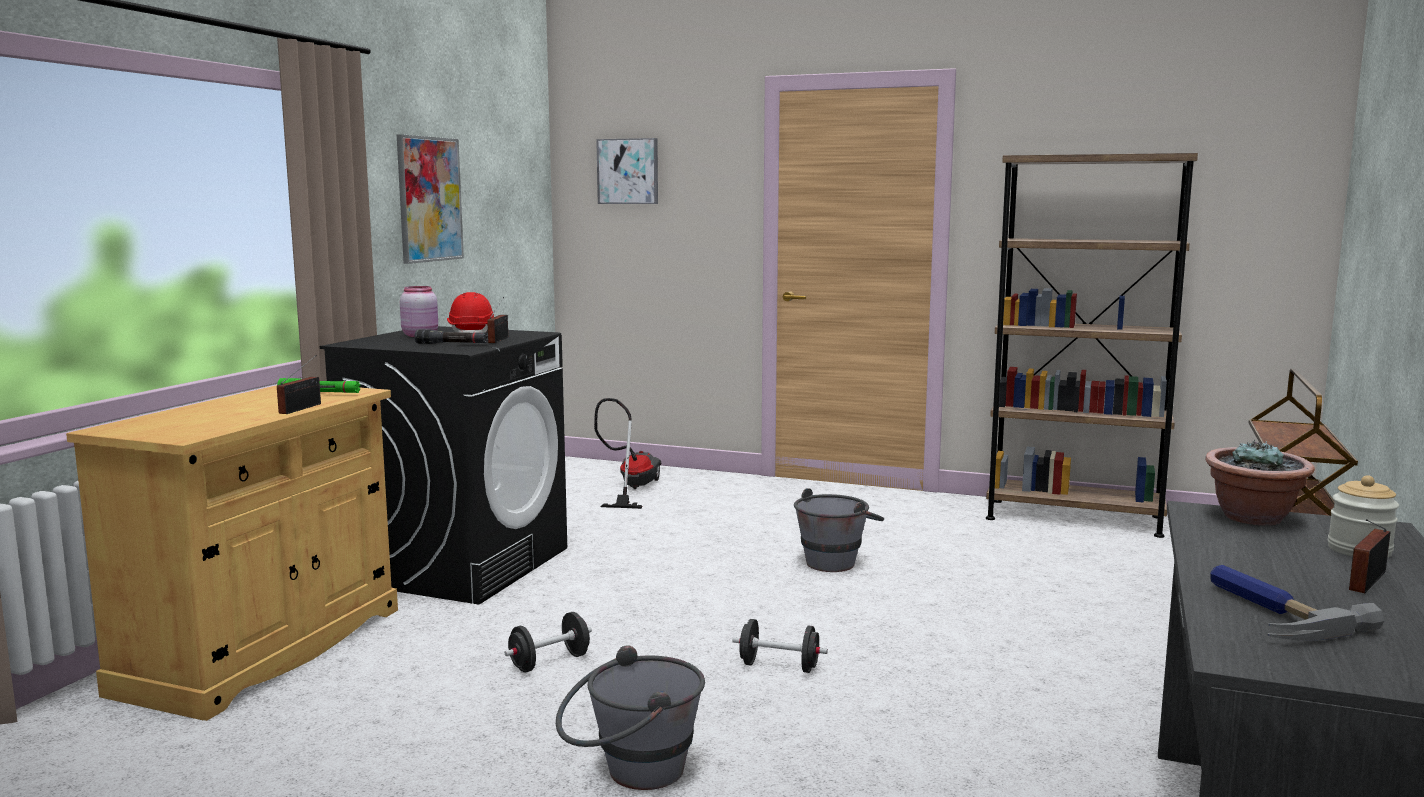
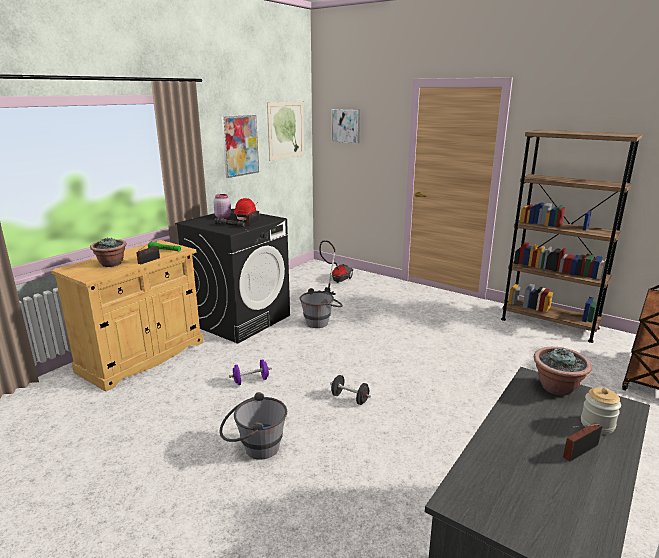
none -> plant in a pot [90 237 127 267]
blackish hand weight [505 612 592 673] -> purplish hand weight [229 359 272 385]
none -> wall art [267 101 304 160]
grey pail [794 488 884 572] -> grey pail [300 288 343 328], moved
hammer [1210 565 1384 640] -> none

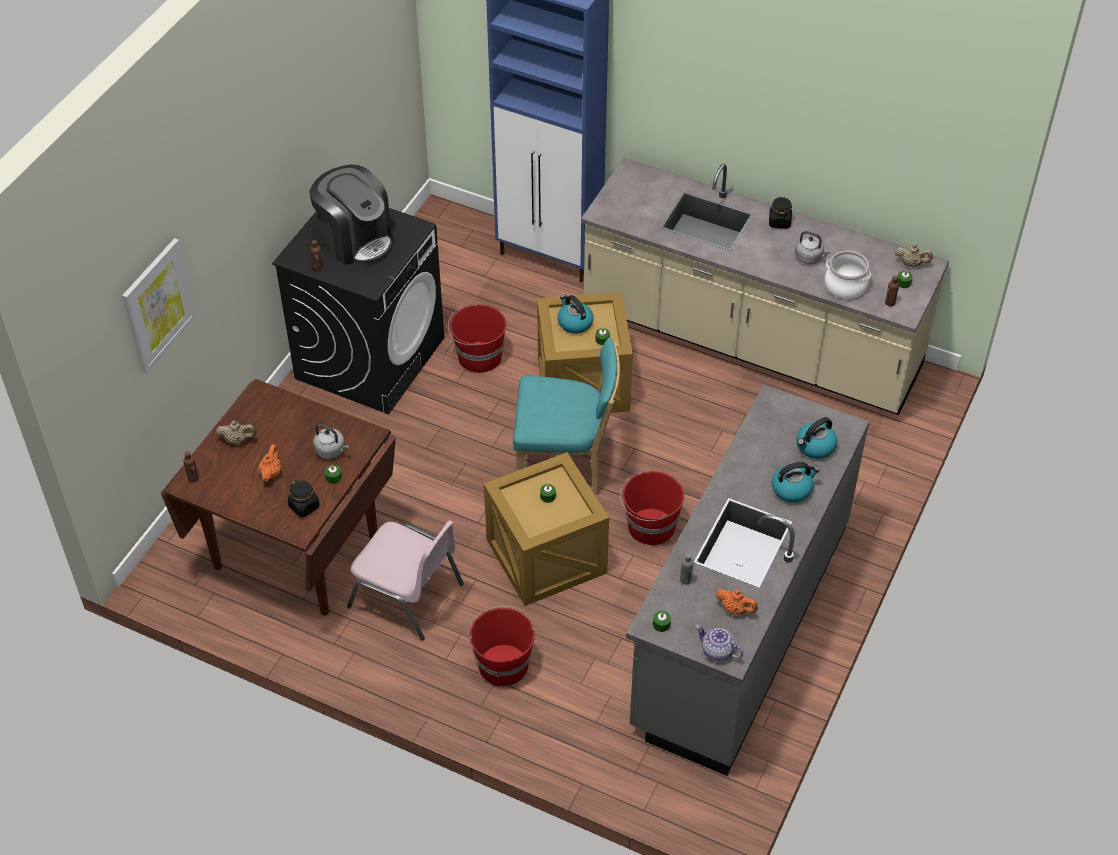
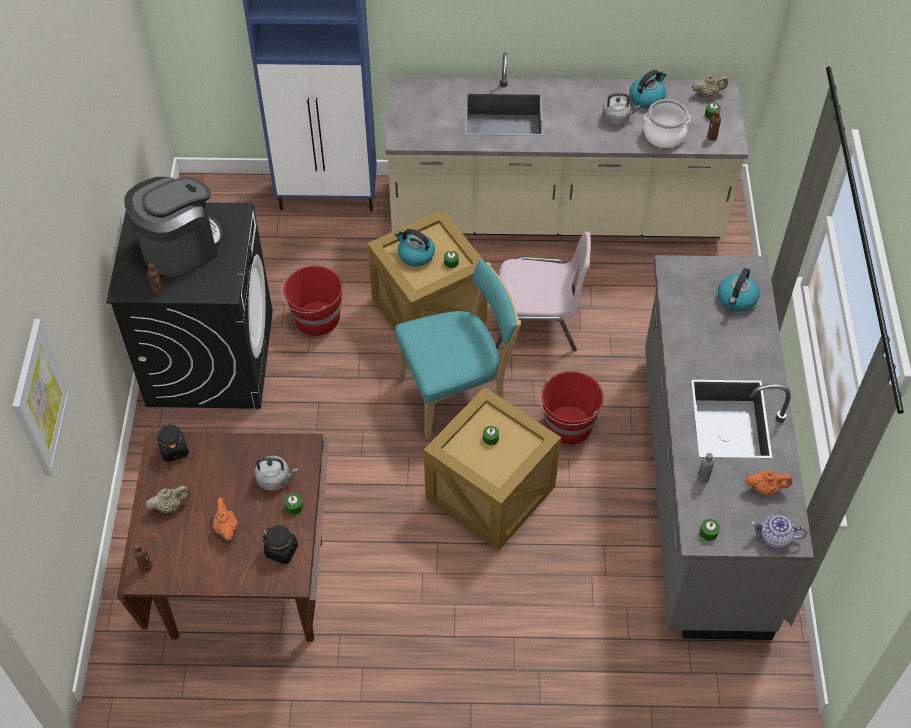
coffee machine [309 164 392 265] -> coffee machine [124 177 223 277], 60 degrees counterclockwise
blackish preserve jar [769 197 792 228] -> blackish preserve jar [157 423 189 462], moved
pink-coloured plain chair [347 520 464 640] -> pink-coloured plain chair [495 232 591 351], moved
water kettle [772 462 820 503] -> water kettle [629 70 666 109], moved
red-coloured pail [468 606 535 687] -> none

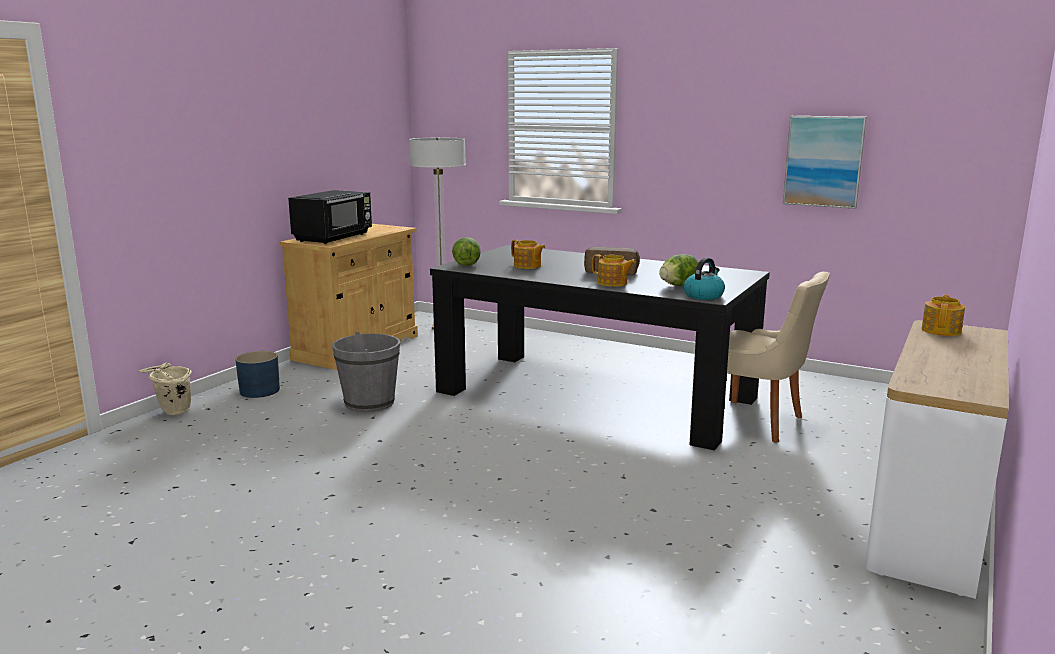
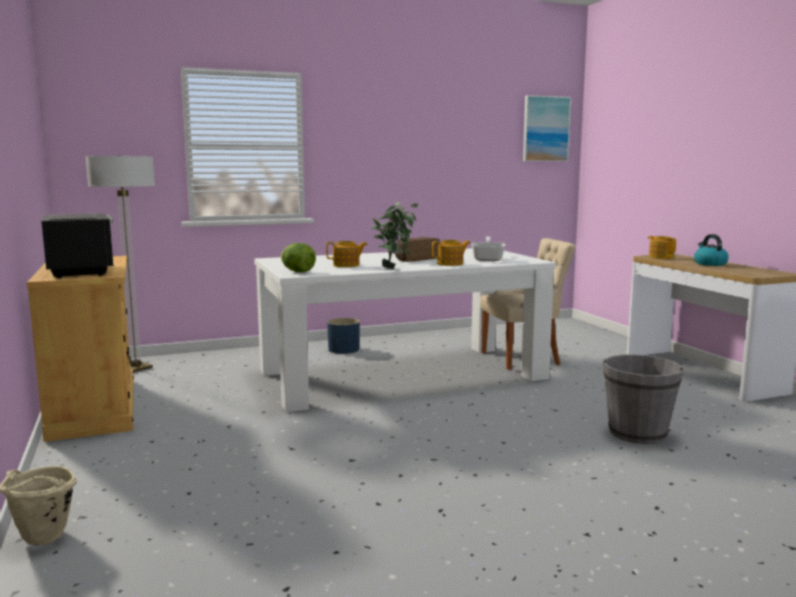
blackish kitchen table [430 245 770 450] -> whitish kitchen table [254 248 556 412]
blue plant pot [235 351 280 398] -> blue plant pot [327 318 360 354], moved
none -> plant in a pot [371 202 418 269]
head of lettuce [659 254 699 286] -> skillet [471 237 505 261]
wall art [783 116 867 209] -> wall art [523 95 571 161], moved
grey pail [332 332 400 412] -> grey pail [603 354 684 444], moved
water kettle [684 258 725 300] -> water kettle [694 234 729 266], moved

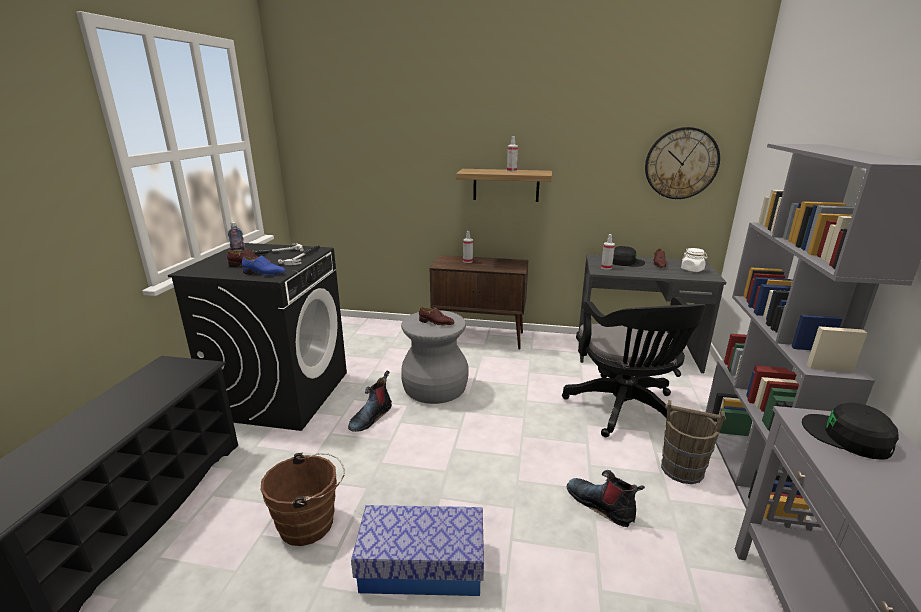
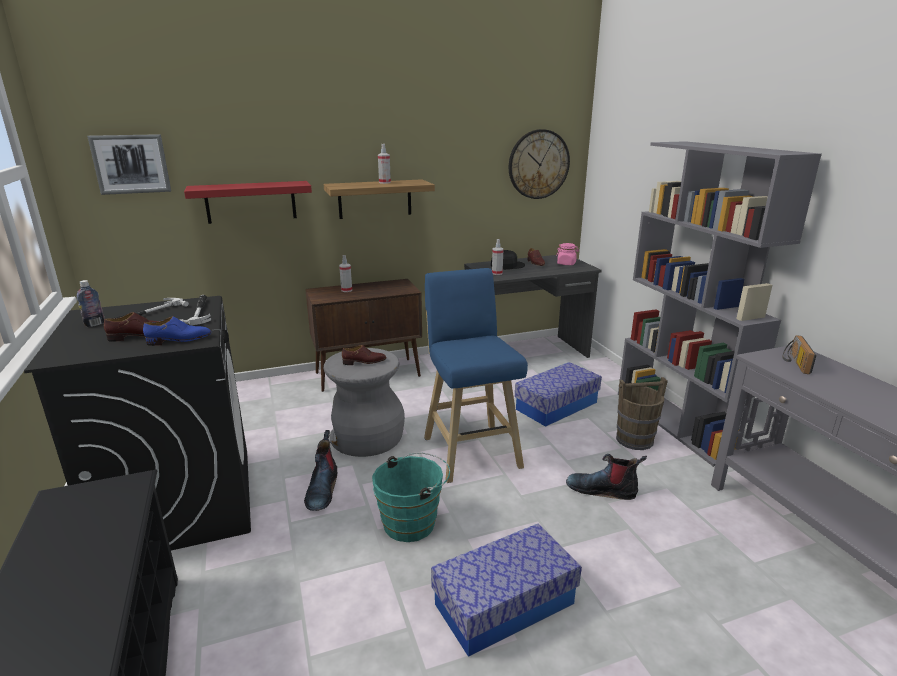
none -> wall art [87 134 171 195]
none -> red-coloured shelf [184 181 312 224]
none -> turquoise pail [372 453 450 542]
none -> blue sitting stool [424 268 528 483]
blackish computer chair [562 297 706 437] -> storage container [515 362 602 427]
whitish preserve jar [681 248 708 272] -> pink-coloured preserve jar [556 243 579 265]
blackish baseball cap [802 402 899 460] -> radio [782 335 817 374]
brown-coloured pail [261 453 345 546] -> none

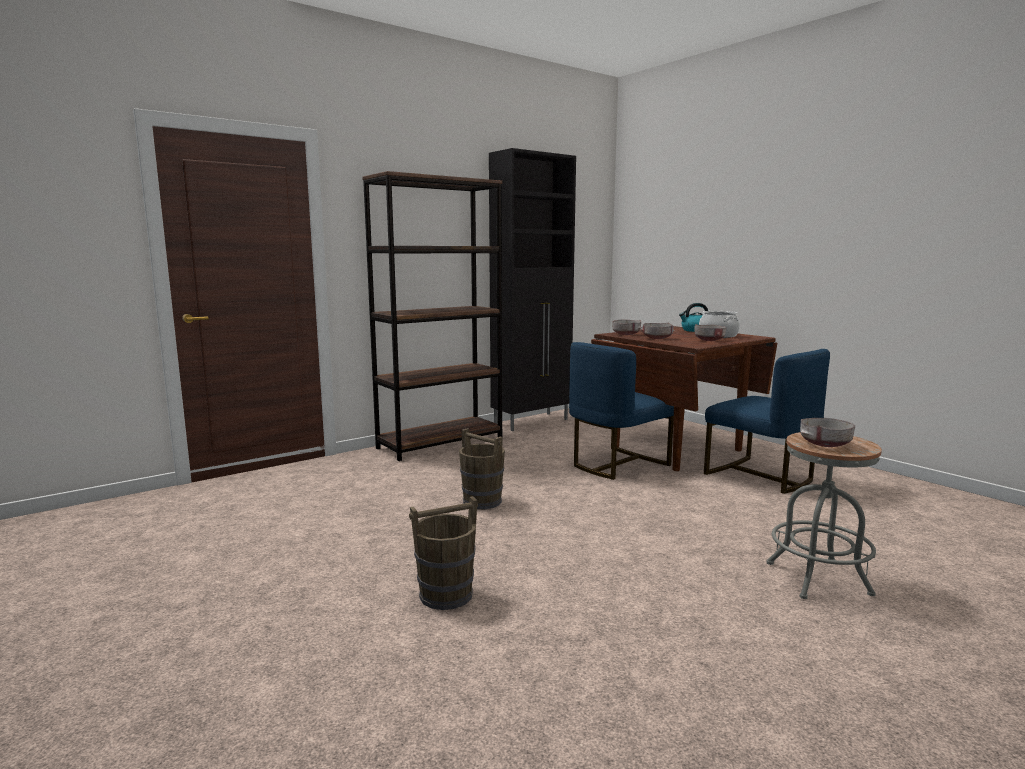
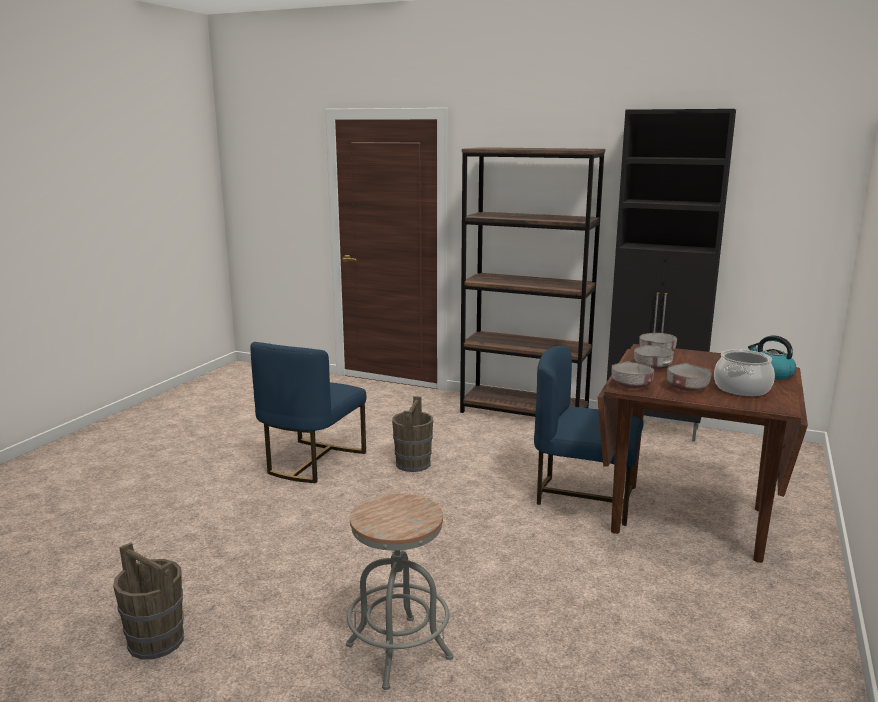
brown-coloured pail [409 496 478 610] -> brown-coloured pail [113 542 184 660], moved
blue plain chair [704 349 830 494] -> blue plain chair [251 342 366 483], moved
grey bowl [800 418 855 447] -> grey bowl [612 361 654 389], moved

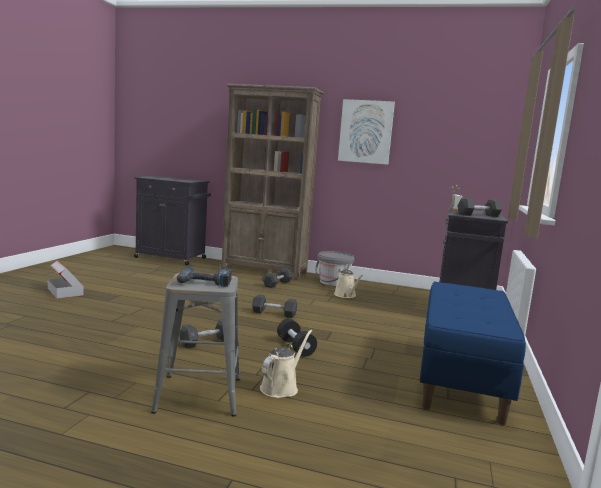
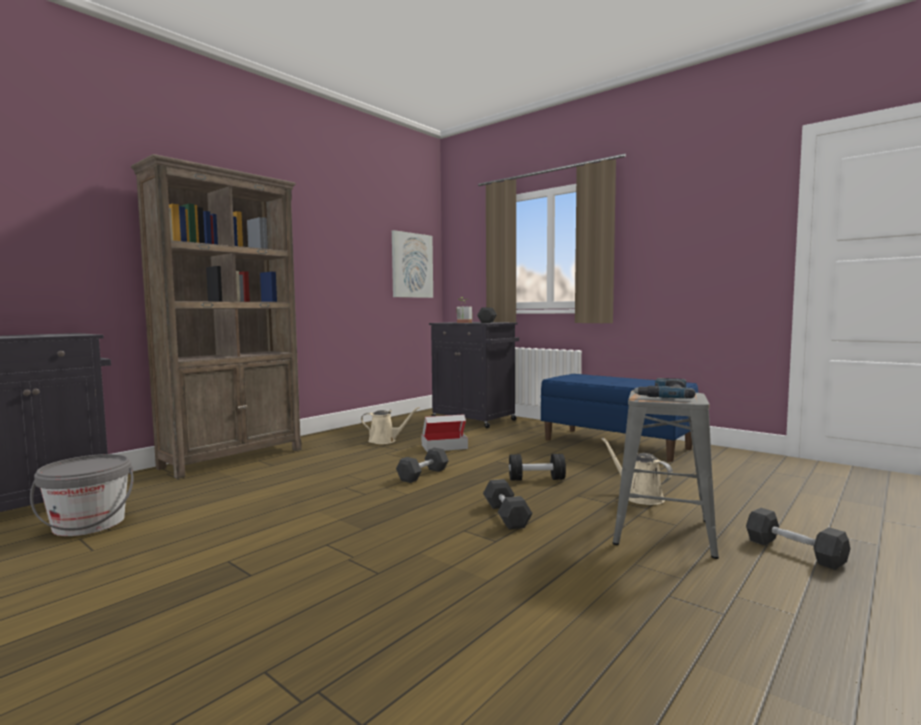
grey pail [316 251 354 286] -> grey pail [30 454 134 536], moved
wall art [338 99 395 165] -> wall art [392 230 433 298], moved
cardboard box [48 261 84 299] -> cardboard box [421 414 468 452], moved
grey hand weight [262 268 293 288] -> grey hand weight [746 508 850 570], moved

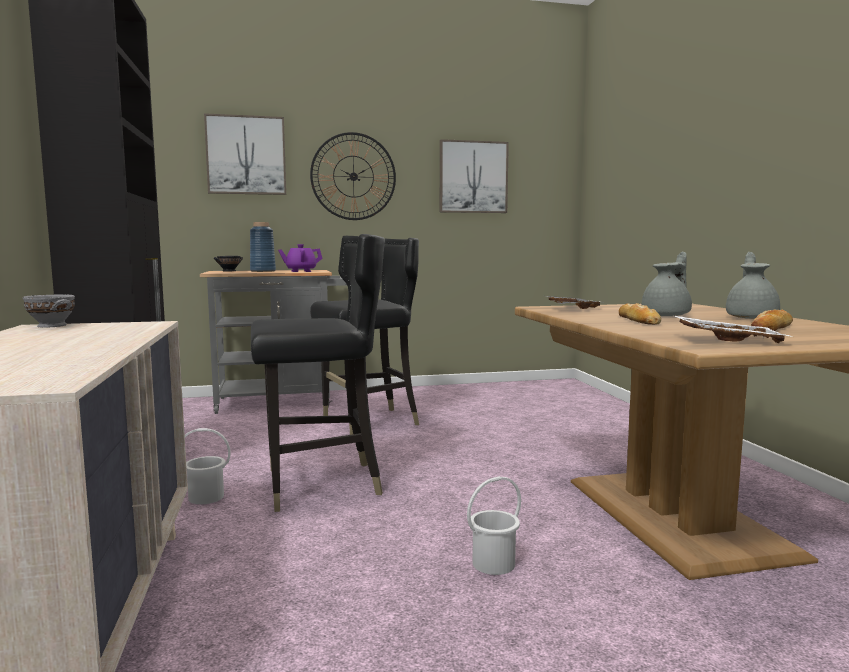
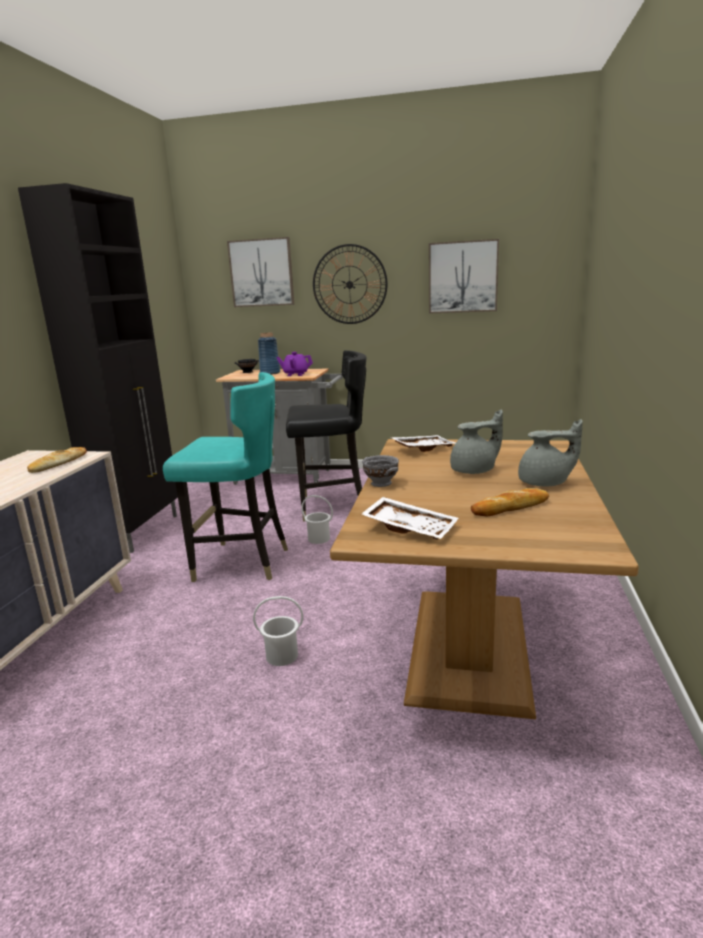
baked bread [619 303 661 325] -> baked bread [27 447 87 473], moved
blackish plain chair [251 234 385 512] -> turquoise plain chair [163 372 288 582]
whitish pail [185 428 231 504] -> whitish pail [301 495 333 544], moved
grey bowl [23 294 75 328] -> grey bowl [362 455 399 487], moved
grey pot for tea [726 252 780 319] -> grey pot for tea [518 419 583 487], 45 degrees clockwise

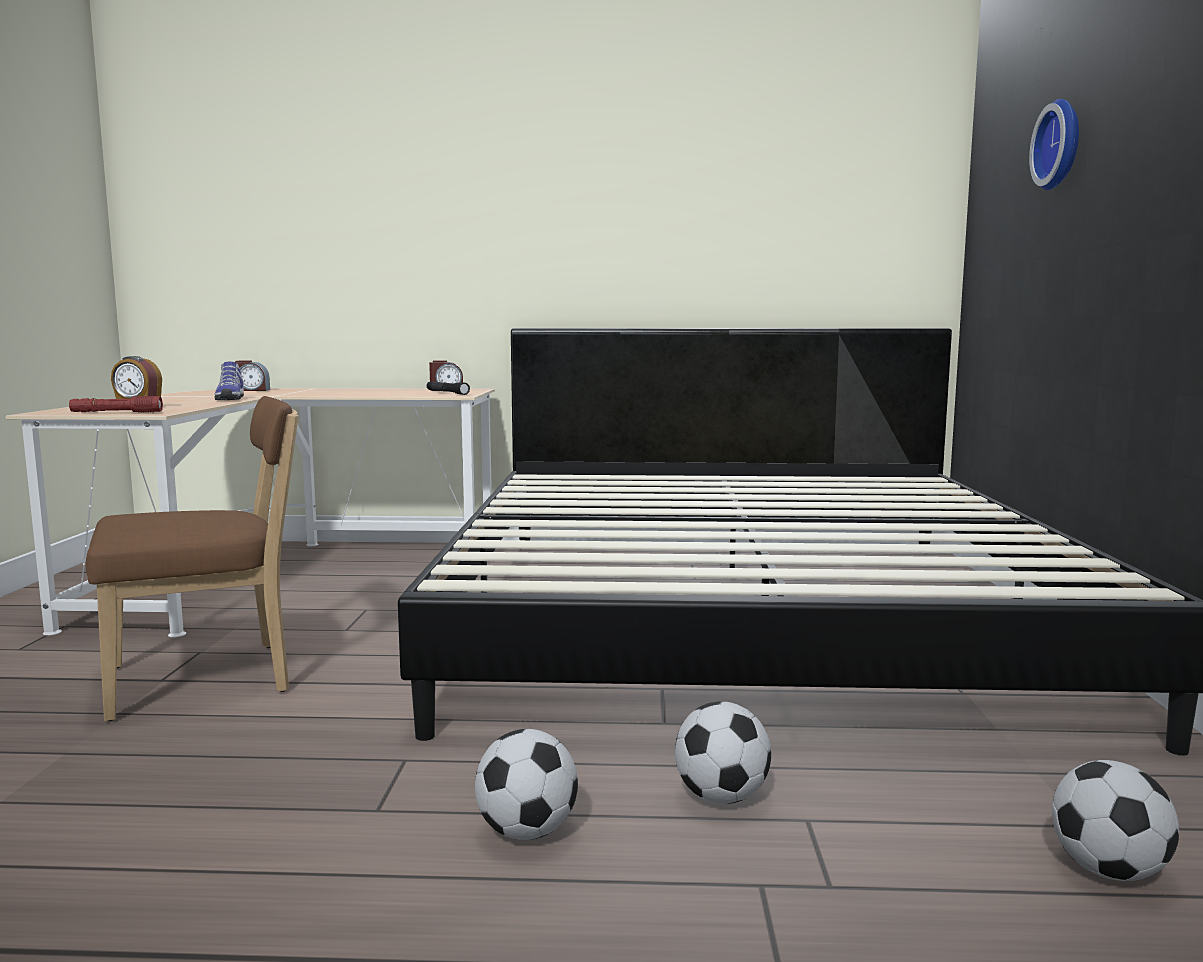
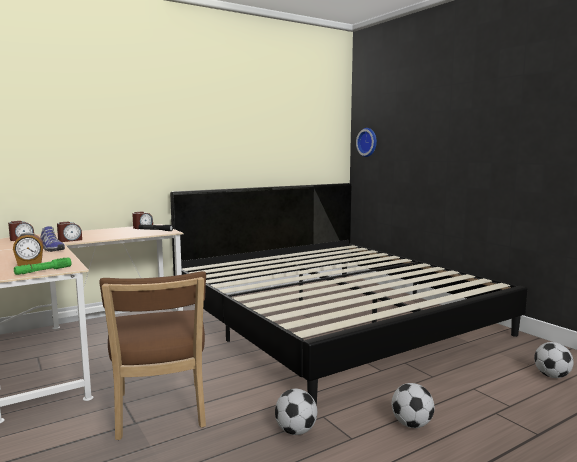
red-coloured hand torch [69 396 163 413] -> green hand torch [14 257 71 275]
none -> bedside clock [57 221 82 242]
brown-coloured plain chair [86 396 299 721] -> brown-coloured plain chair [99 271 206 440], 135 degrees clockwise
football [675 701 771 804] -> football [275 389 317 435], moved
hanging clock [1029 99 1079 190] -> hanging clock [356 128 377 157], moved

